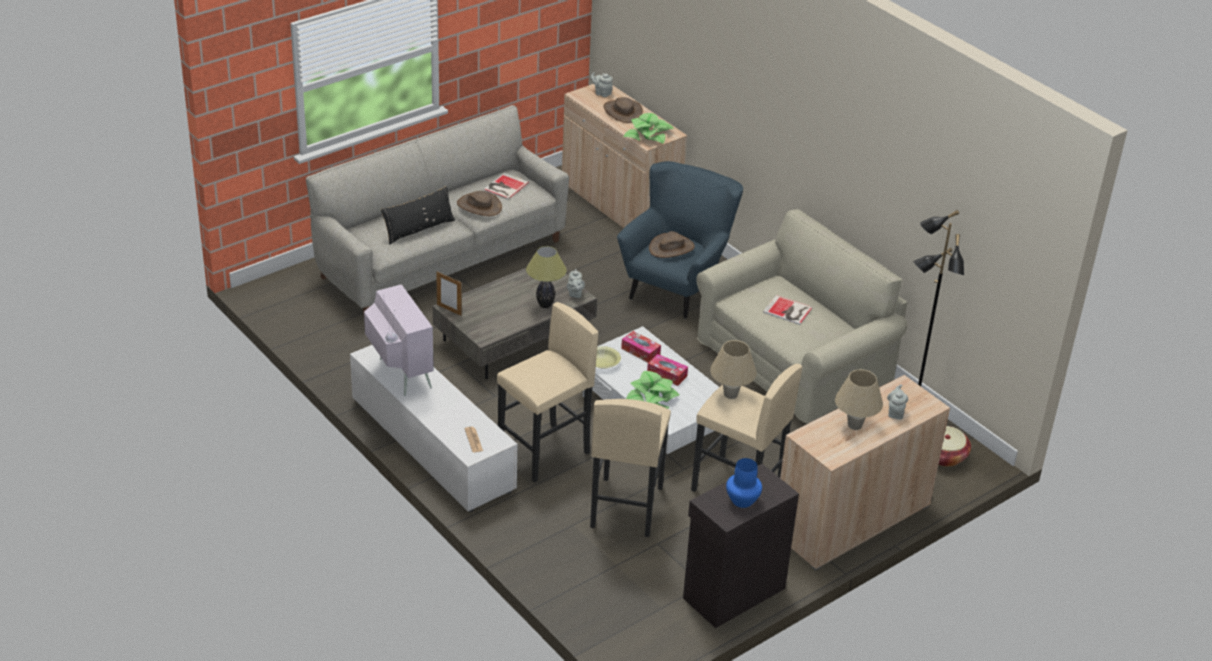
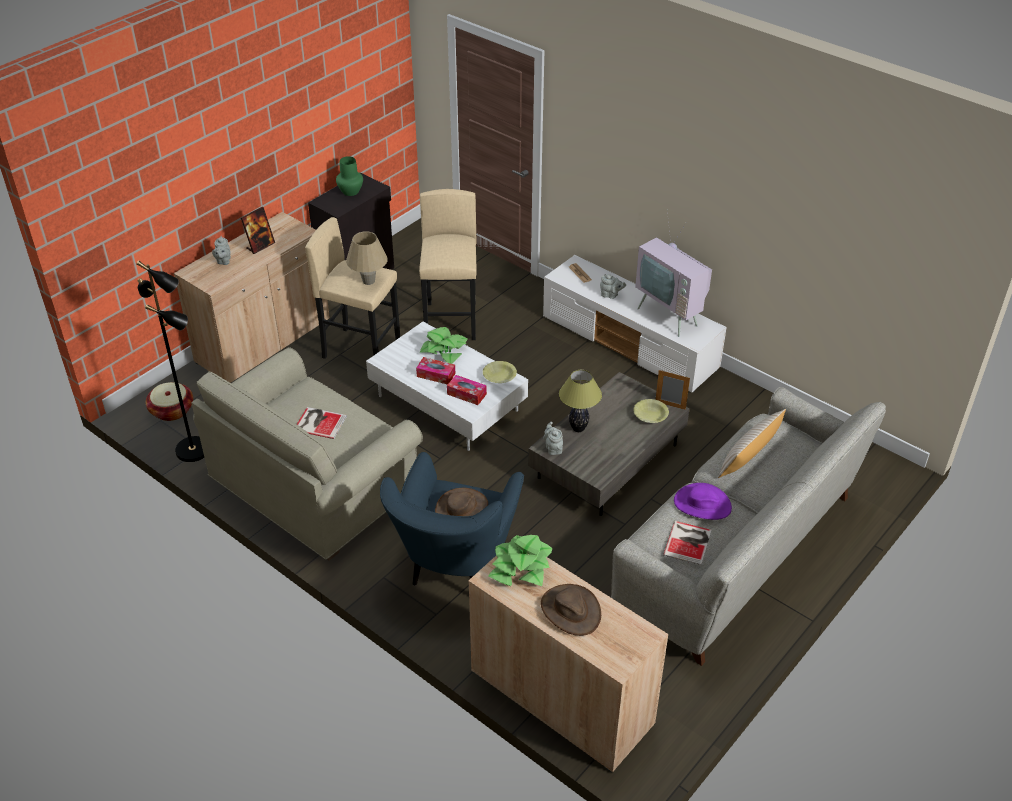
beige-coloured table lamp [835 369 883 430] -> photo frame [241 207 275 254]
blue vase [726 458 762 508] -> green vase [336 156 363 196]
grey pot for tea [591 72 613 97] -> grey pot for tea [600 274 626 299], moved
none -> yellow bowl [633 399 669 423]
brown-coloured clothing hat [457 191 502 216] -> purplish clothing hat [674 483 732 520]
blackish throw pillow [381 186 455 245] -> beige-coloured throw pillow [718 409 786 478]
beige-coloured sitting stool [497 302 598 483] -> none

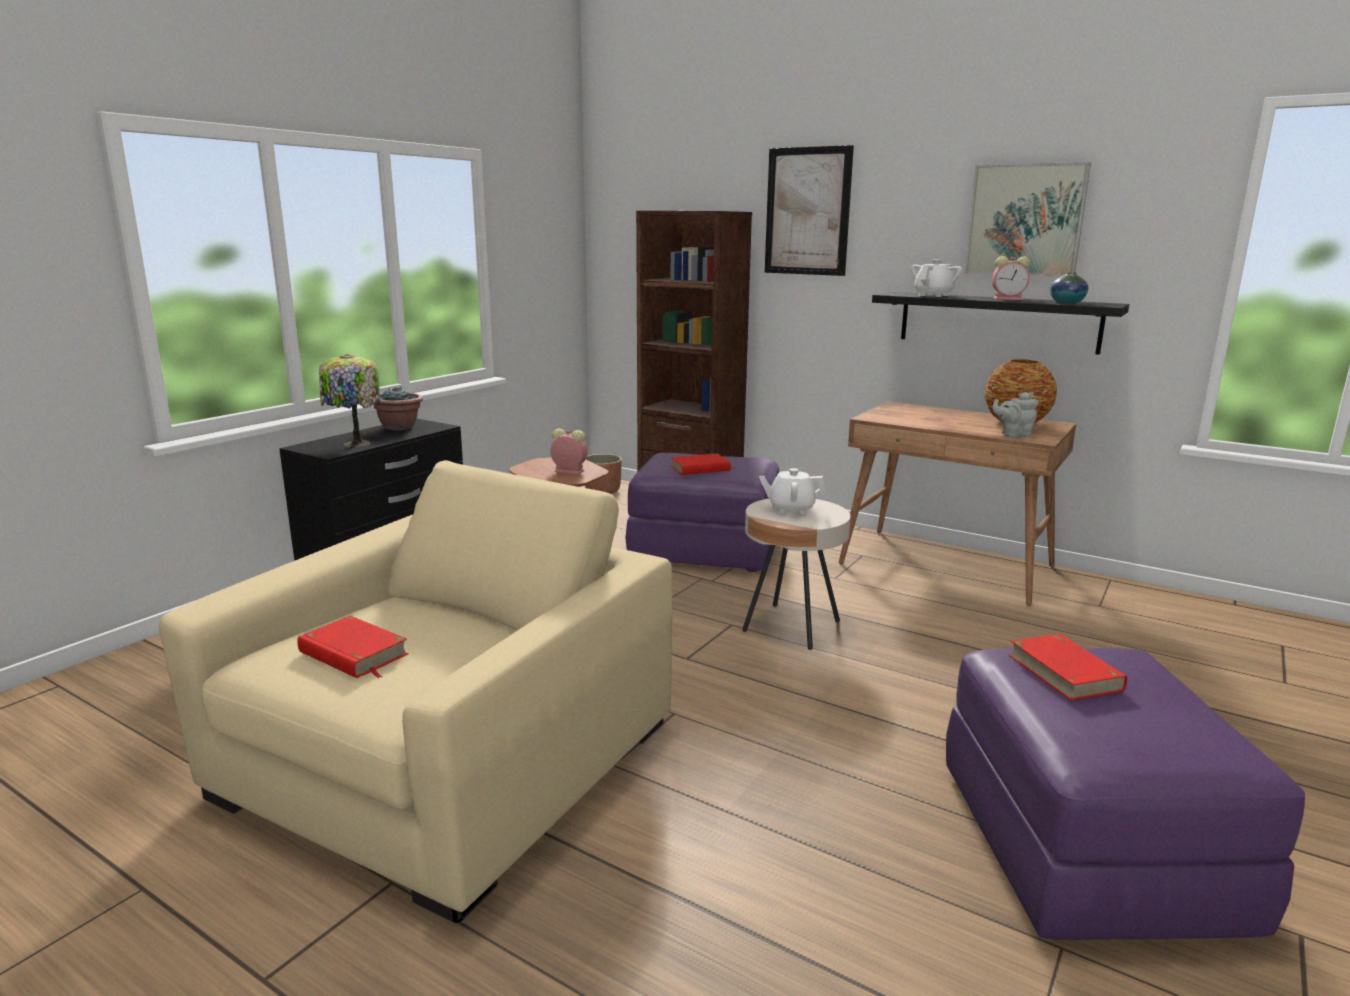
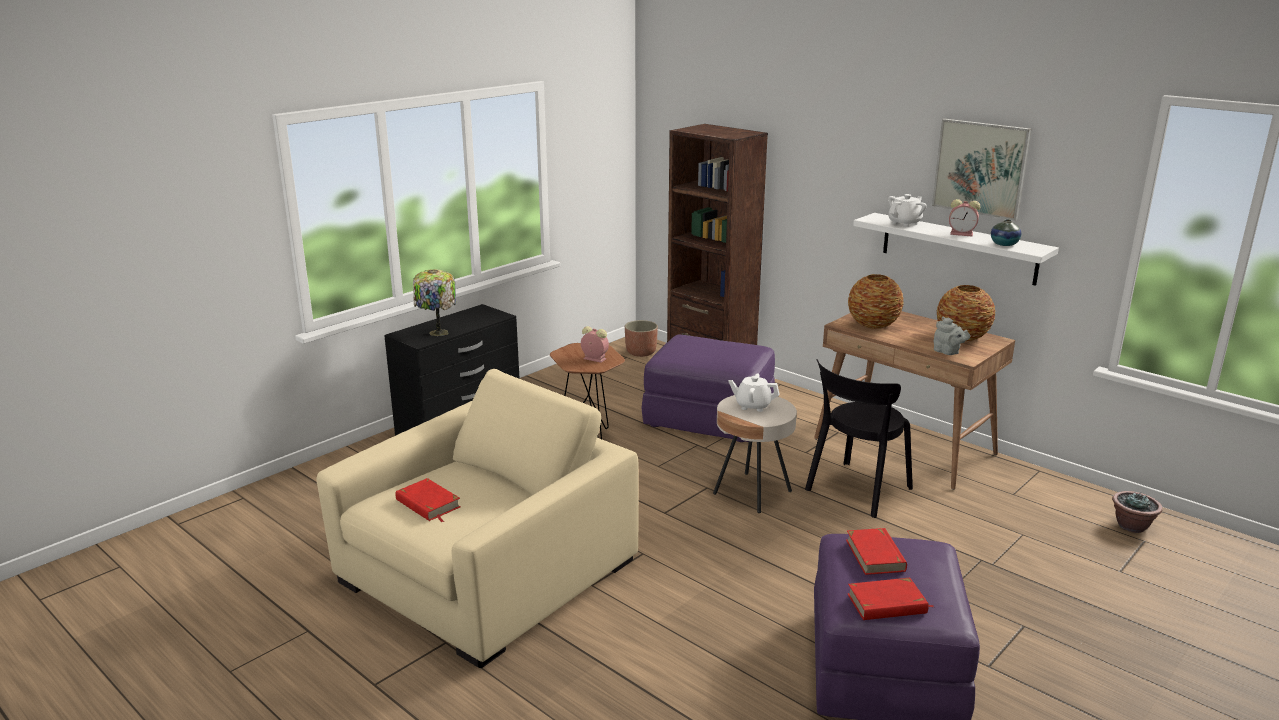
none -> blackish plain chair [805 359 913 518]
red-coloured volume [671 453 736 475] -> red-coloured volume [847 578 934 620], moved
none -> vase [848 274 904 329]
blackish shelf [872 292 1129 355] -> whitish shelf [853 213 1059 286]
grey pot for tea [992 392 1038 438] -> grey pot for tea [934 317 970 355], 135 degrees counterclockwise
plant in a pot [374 387 423 431] -> plant in a pot [1112 491 1163 533], moved
wall art [765 145 854 276] -> none

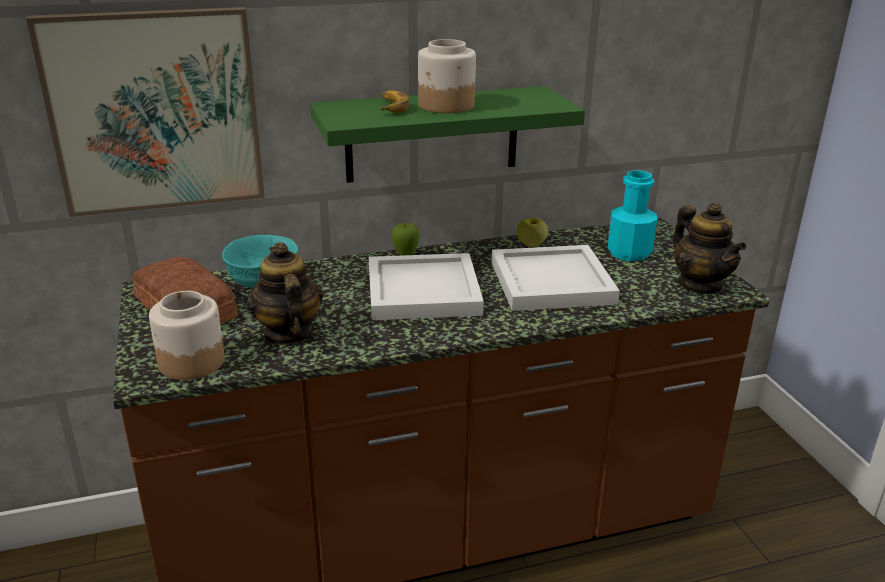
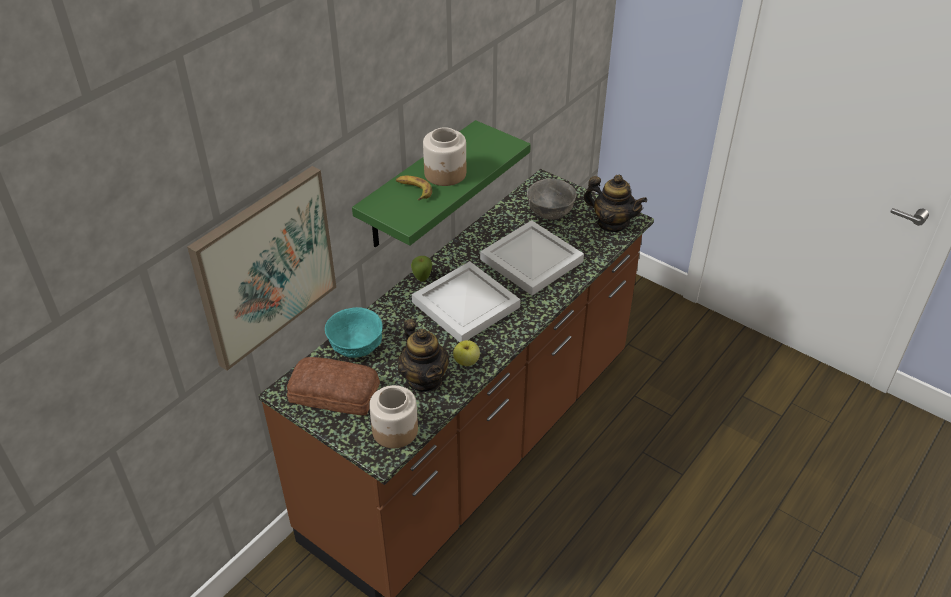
pot for tea [247 242 323 345] -> pot for tea [398 319 449 392], 150 degrees counterclockwise
whole apple [517 218 548 247] -> whole apple [453 340 480 366], moved
turquoise bottle [608 170 658 261] -> grey bowl [527 179 577 220]

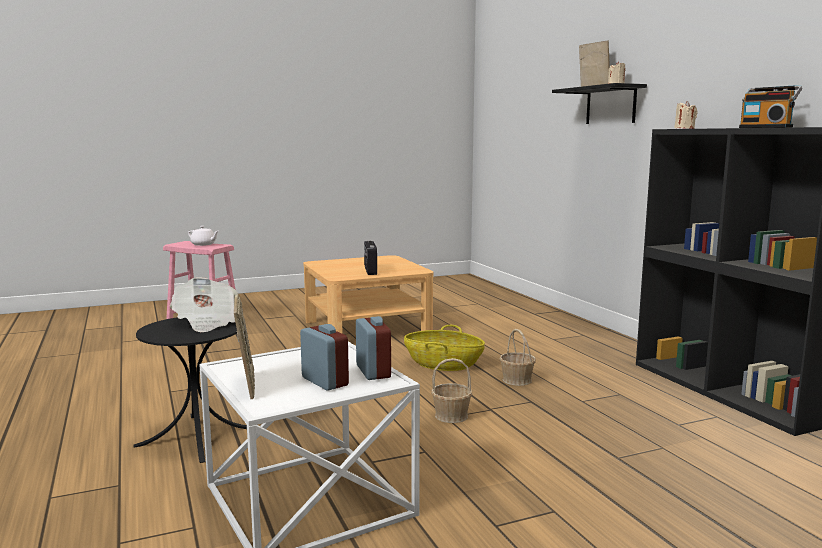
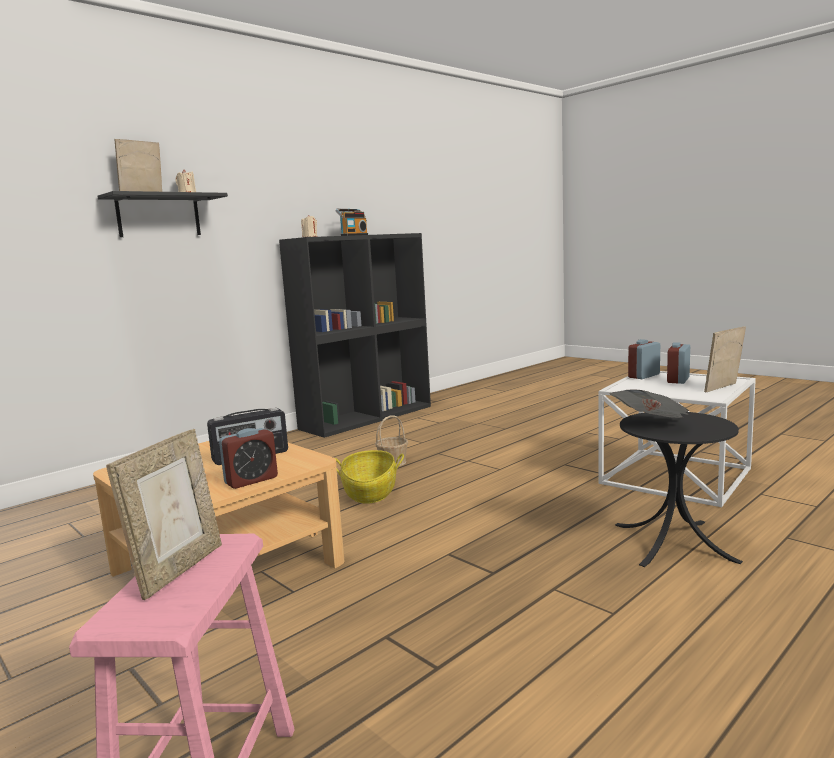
whitish pot for tea [188 226 219 246] -> photo frame [106 429 222 600]
none -> bedside clock [219 428 278 489]
basket [431 358 472 423] -> none

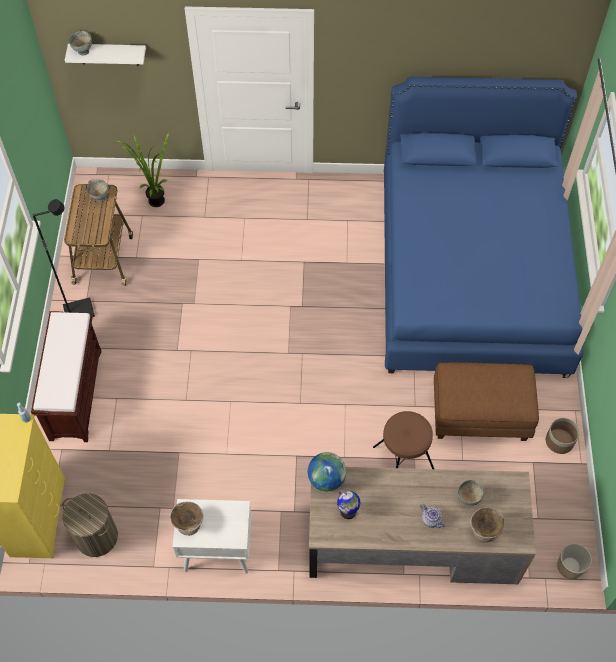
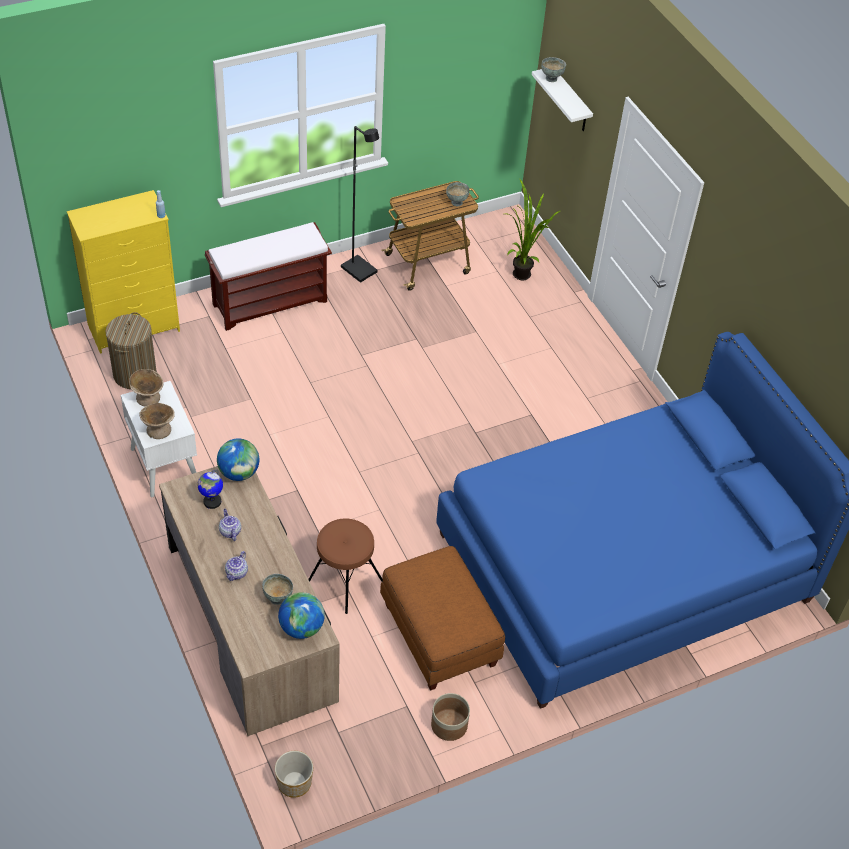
beige-coloured bowl [470 507 504 543] -> beige-coloured bowl [140 403 175 439], moved
none -> pot for tea [219 509 241 541]
none -> globe [278 592 325 639]

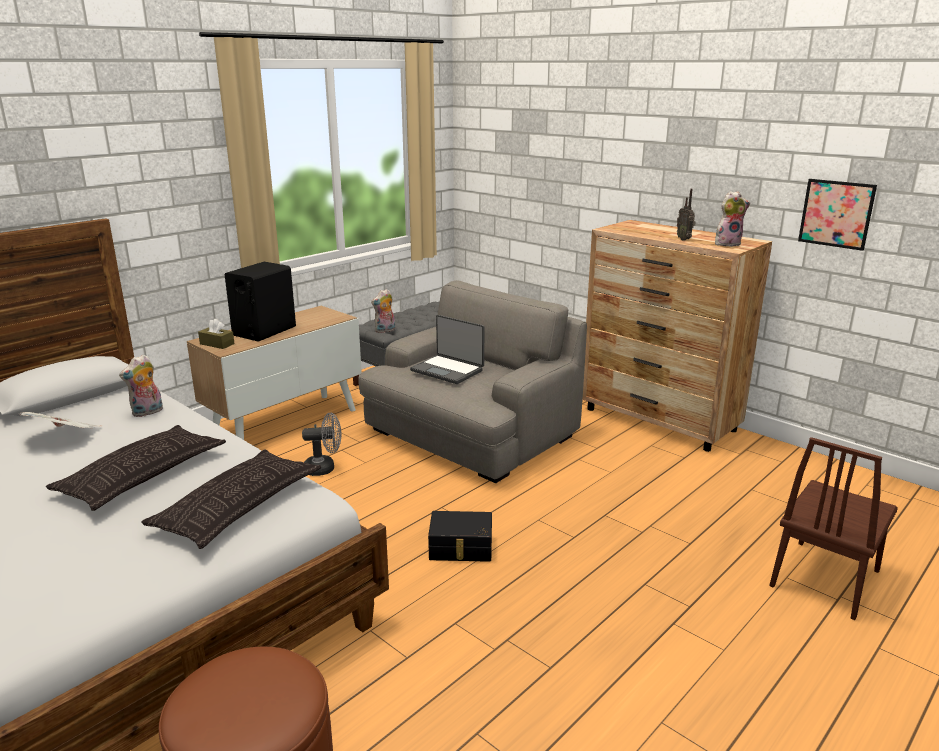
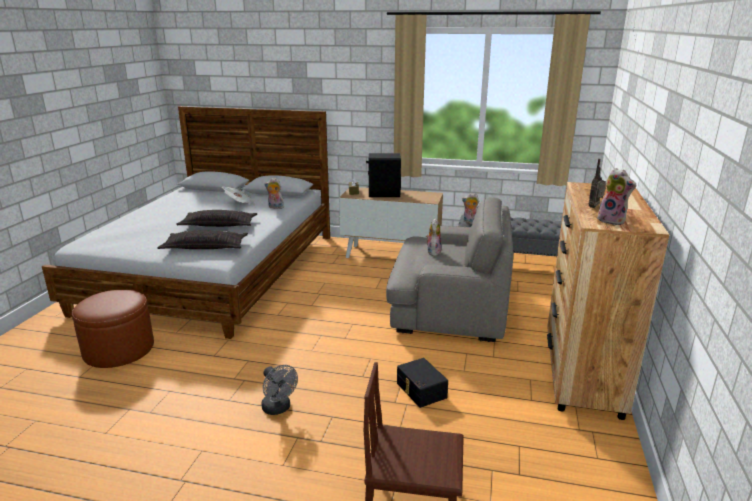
grey electric fan [302 412 341 476] -> grey electric fan [261 365 298 415], moved
blackish storage container [428 511 492 562] -> blackish storage container [397 358 448 408], moved
laptop [410 315 484 384] -> plush toy [426 218 441 256]
wall art [798 179 877 251] -> none

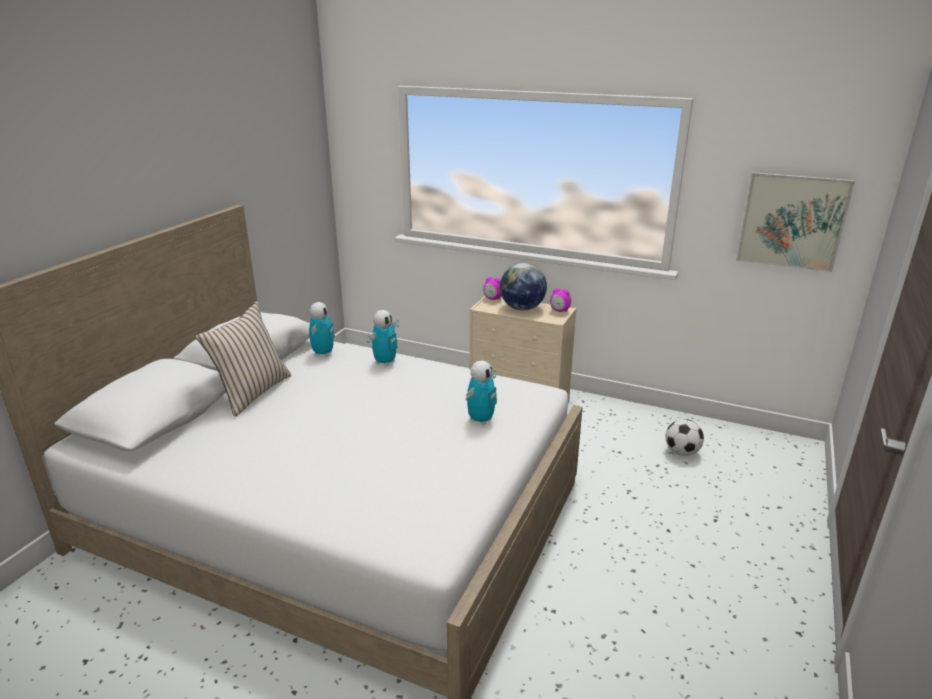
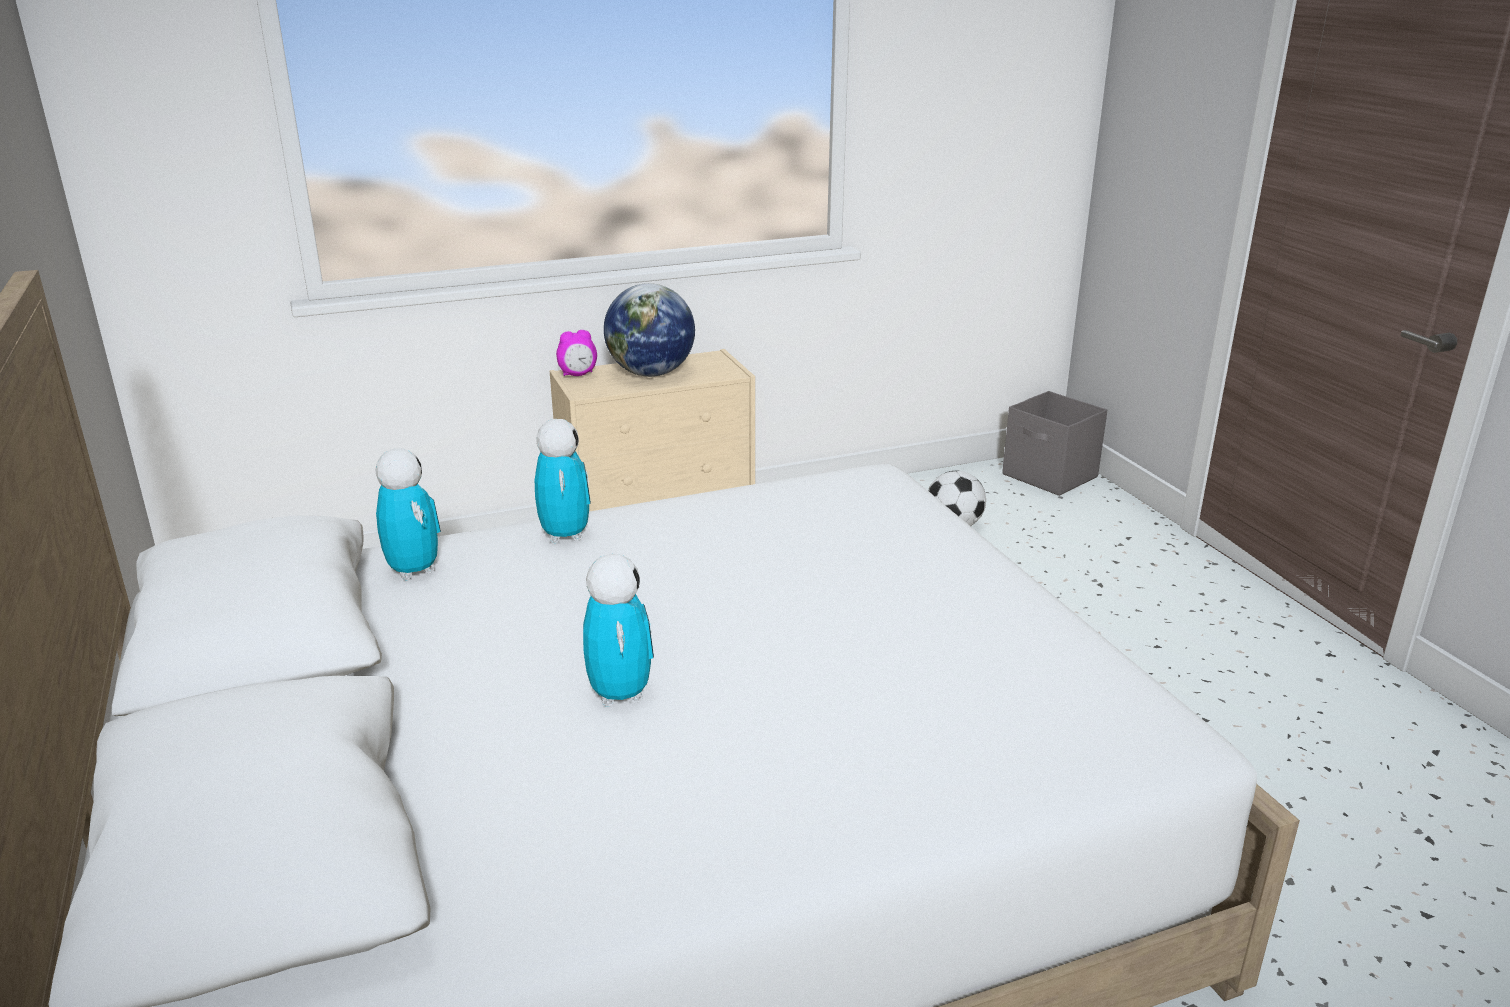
robot figure [466 361 497 425] -> robot figure [583 554 654 707], moved
none -> grey storage container [1002 391 1107 496]
beige-coloured throw pillow [195 301 291 417] -> none
bedside clock [550 288 571 312] -> none
wall art [736 172 855 272] -> none

